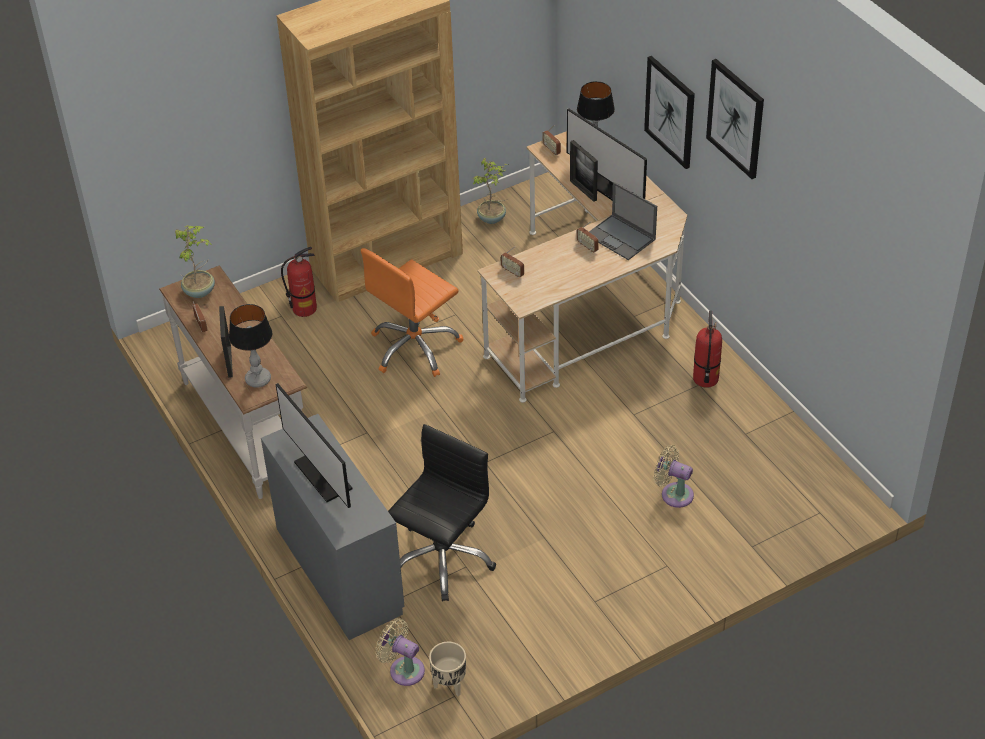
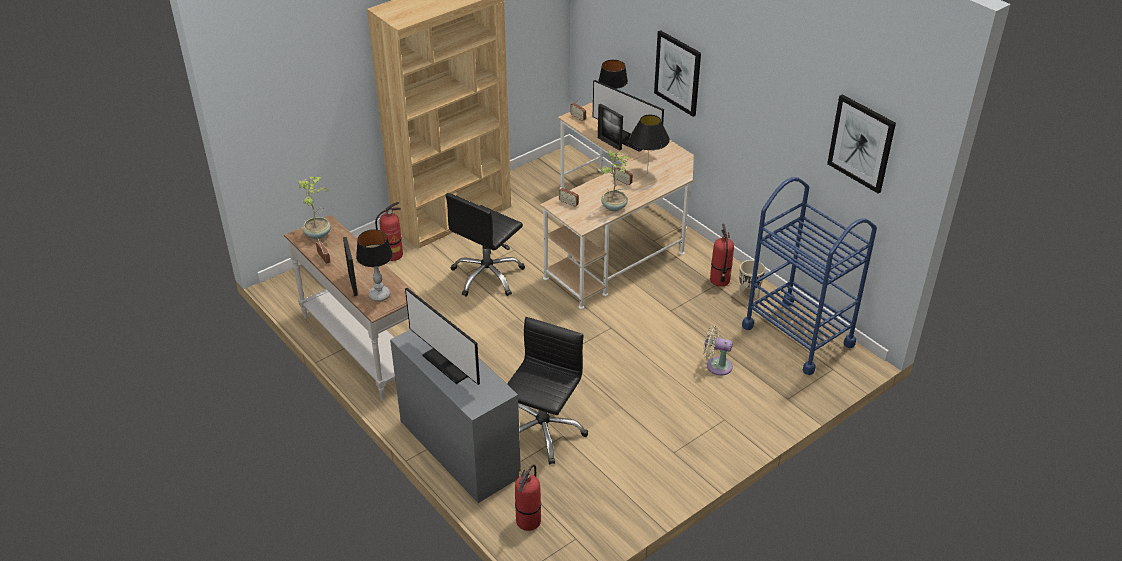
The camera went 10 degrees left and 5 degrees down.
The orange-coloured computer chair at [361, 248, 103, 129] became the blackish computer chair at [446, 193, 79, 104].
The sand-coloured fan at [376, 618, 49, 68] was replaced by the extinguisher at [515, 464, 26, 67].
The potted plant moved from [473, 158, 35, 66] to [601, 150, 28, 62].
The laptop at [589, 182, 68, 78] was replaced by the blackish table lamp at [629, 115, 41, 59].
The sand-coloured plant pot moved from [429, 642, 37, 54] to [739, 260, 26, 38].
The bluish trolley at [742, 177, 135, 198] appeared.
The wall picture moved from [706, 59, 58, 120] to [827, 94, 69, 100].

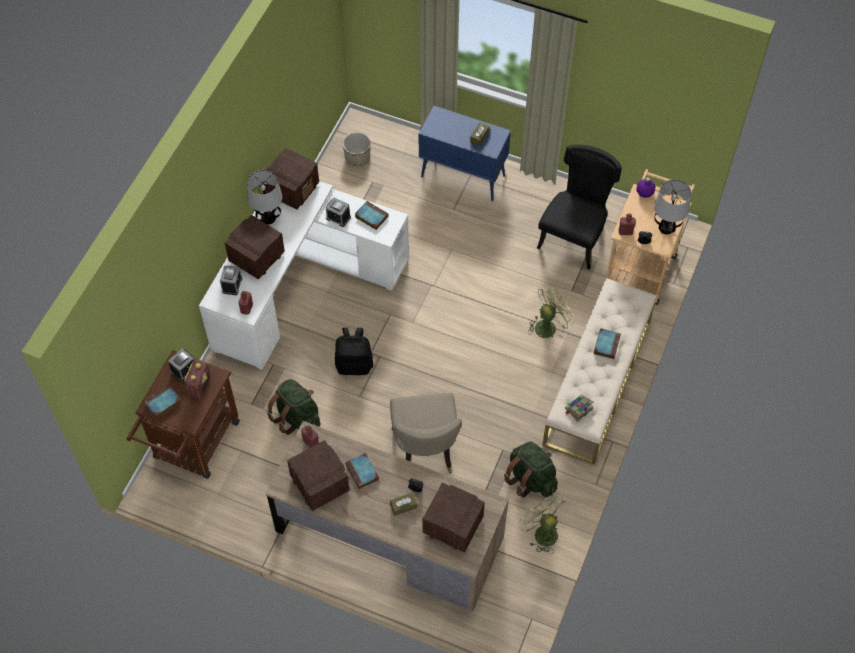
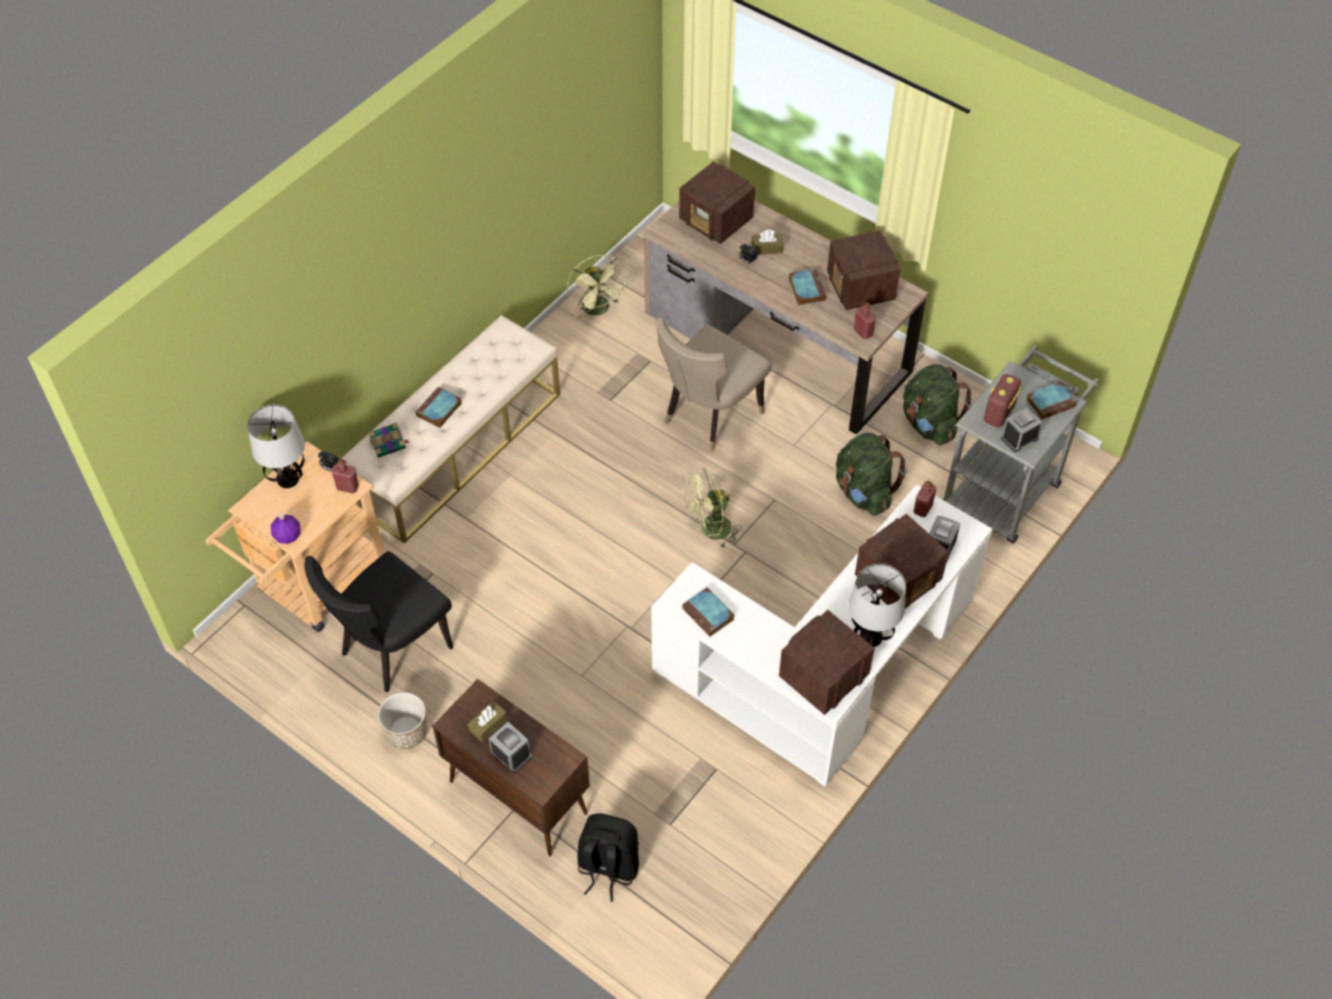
The camera went 165 degrees left and 5 degrees down.
The book moved from [565, 395, 29, 26] to [368, 422, 41, 36].
The plant pot moved from [343, 132, 28, 34] to [378, 692, 49, 57].
The bluish cabinet at [419, 106, 92, 95] became the brownish cabinet at [432, 679, 158, 177].
The bedside clock moved from [326, 198, 25, 29] to [489, 722, 43, 51].
The blackish rucksack moved from [335, 328, 38, 47] to [577, 813, 62, 89].
The sand-coloured chair at [390, 393, 72, 81] turned 150 degrees counterclockwise.
The green fan moved from [528, 285, 46, 54] to [683, 468, 59, 79].
The green rucksack moved from [504, 441, 54, 57] to [903, 364, 70, 81].
The brownish trolley at [127, 350, 112, 129] became the greyish trolley at [943, 346, 156, 198].

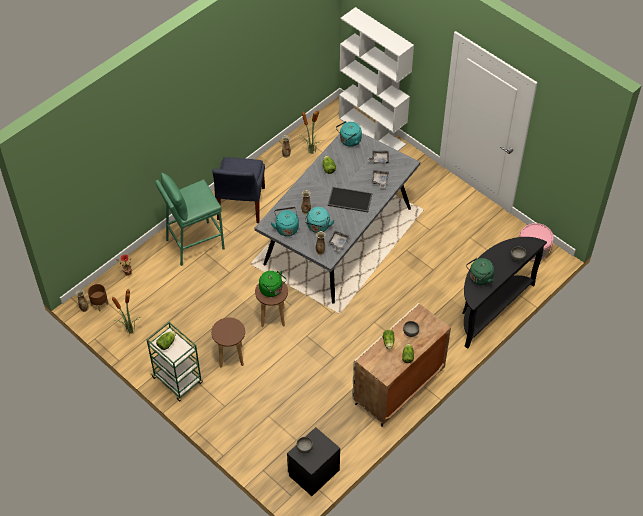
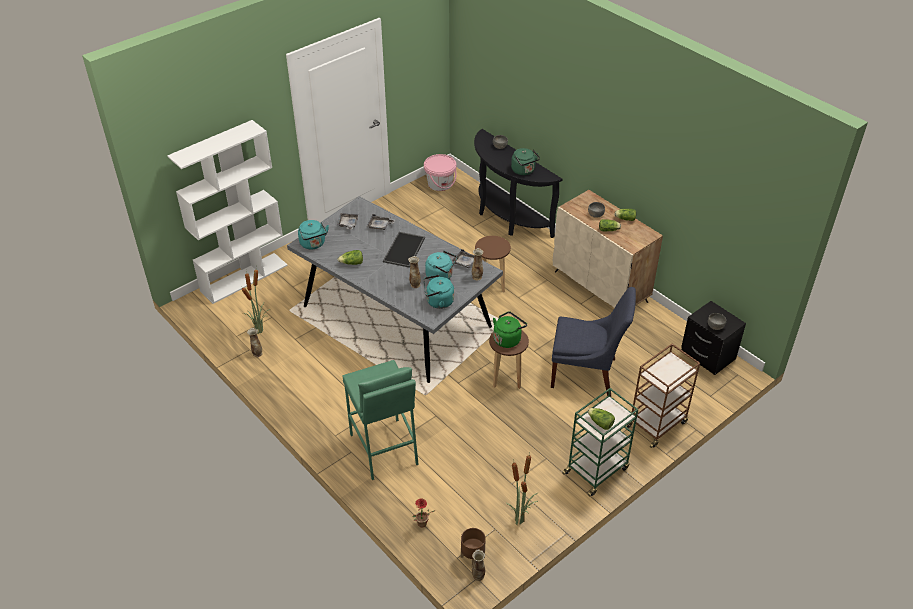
The camera went 85 degrees left and 10 degrees down.
The brownish stool seat moved from [211, 317, 34, 51] to [475, 236, 36, 57].
The bluish chair moved from [212, 157, 53, 66] to [551, 287, 85, 109].
The brownish trolley at [626, 344, 74, 104] appeared.

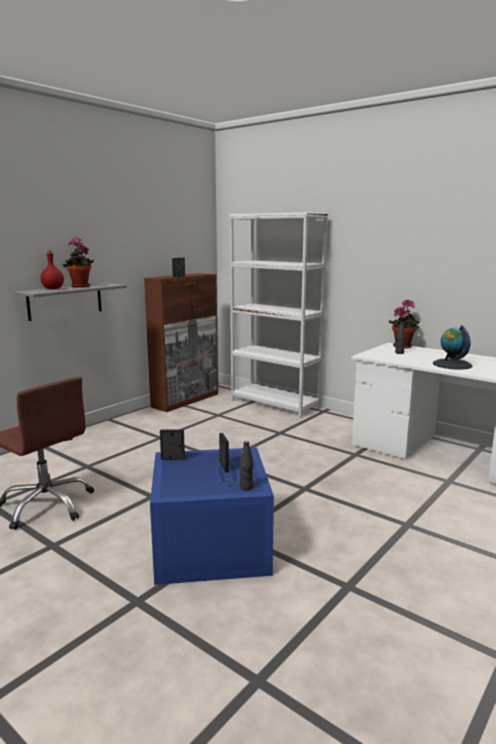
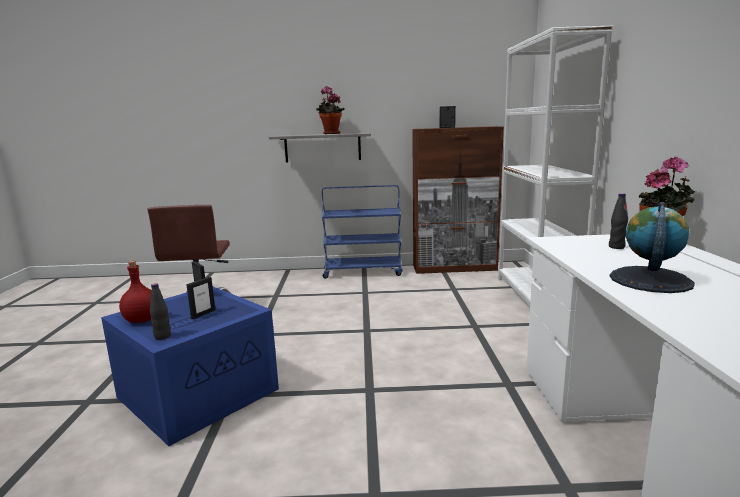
The camera went 50 degrees right and 0 degrees up.
The reddish beverage bottle moved from [40, 250, 24, 39] to [119, 261, 33, 62].
The bluish trolley at [322, 185, 81, 94] appeared.

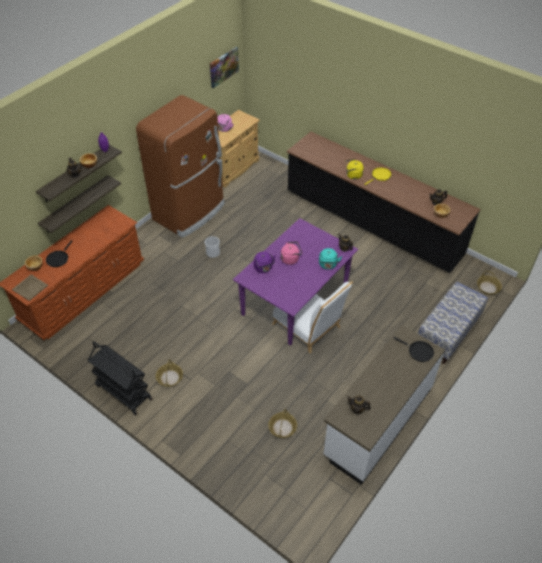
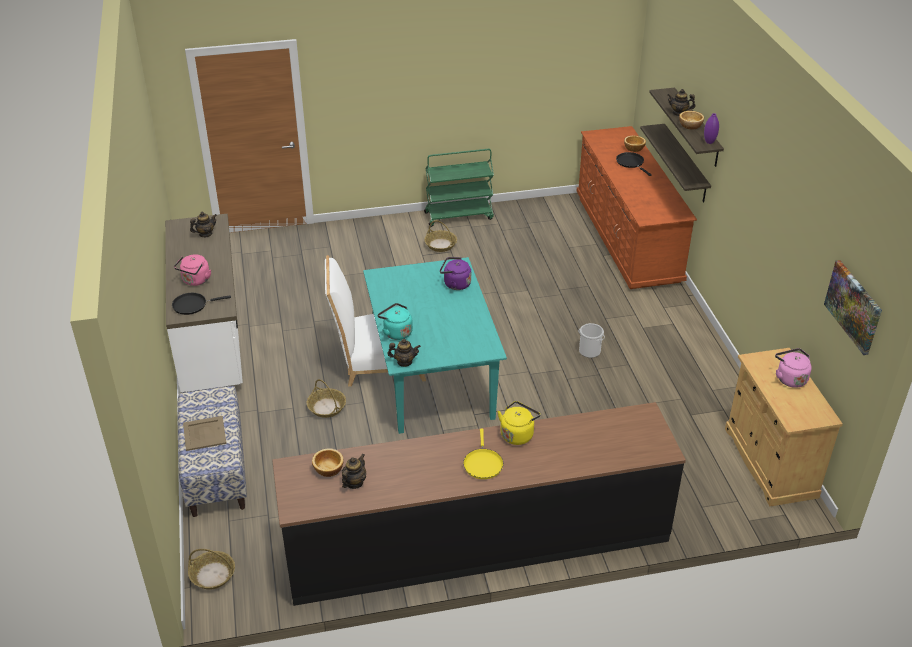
The camera went 130 degrees right and 10 degrees down.
The pink-coloured tea kettle moved from [281, 242, 21, 23] to [174, 254, 37, 32].
The sand-coloured carrying tray moved from [12, 275, 36, 26] to [183, 416, 44, 35].
The storage basket moved from [268, 409, 29, 29] to [307, 379, 39, 39].
The purplish dinner table at [233, 218, 125, 128] became the turquoise dinner table at [363, 257, 144, 177].
The blackish trolley at [88, 341, 64, 74] became the green trolley at [424, 149, 70, 78].
The brownish refrigerator at [136, 95, 89, 143] disappeared.

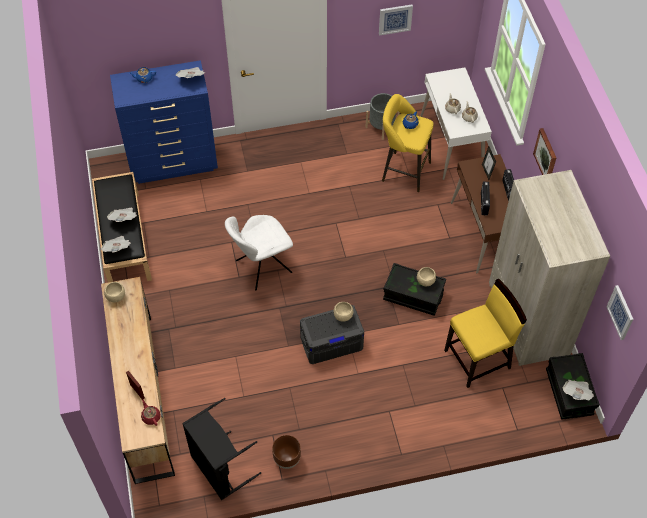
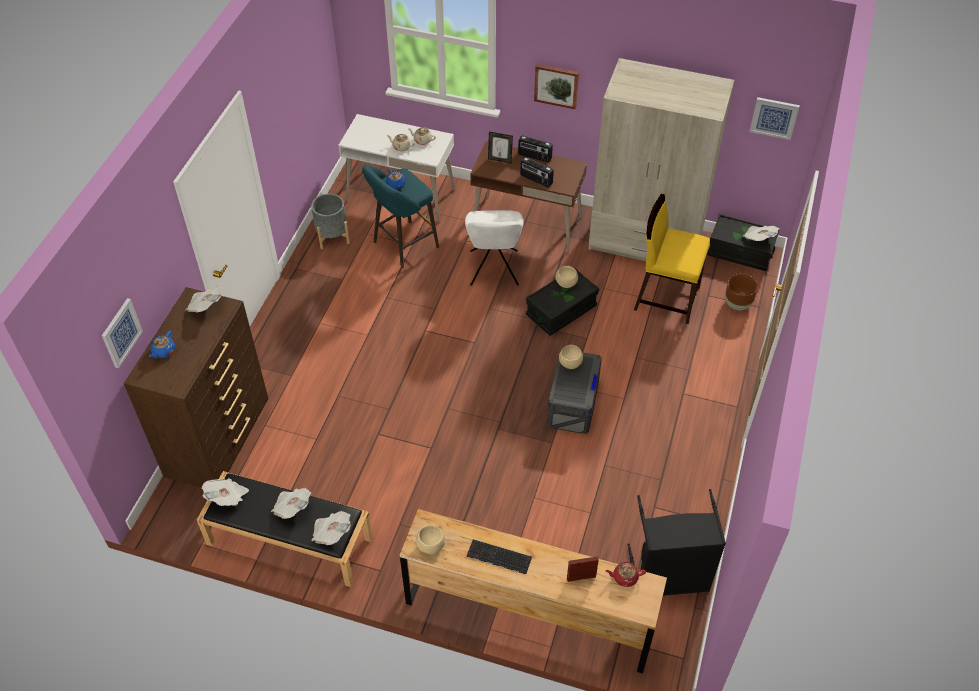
The camera went 60 degrees left and 5 degrees down.
The wall picture moved from [379, 4, 34, 32] to [102, 298, 41, 70].
The bluish chest of drawers at [110, 60, 108, 124] became the brownish chest of drawers at [124, 287, 144, 201].
The printed paper at [202, 478, 47, 28] appeared.
The yellowish stool seat at [382, 94, 51, 98] became the turquoise stool seat at [362, 164, 77, 105].
The white chair moved from [225, 215, 68, 75] to [465, 210, 59, 76].
The computer keyboard at [466, 539, 66, 35] appeared.
The yellowish chair at [444, 279, 83, 109] turned 75 degrees counterclockwise.
The brownish plant pot moved from [272, 435, 29, 34] to [725, 274, 33, 36].

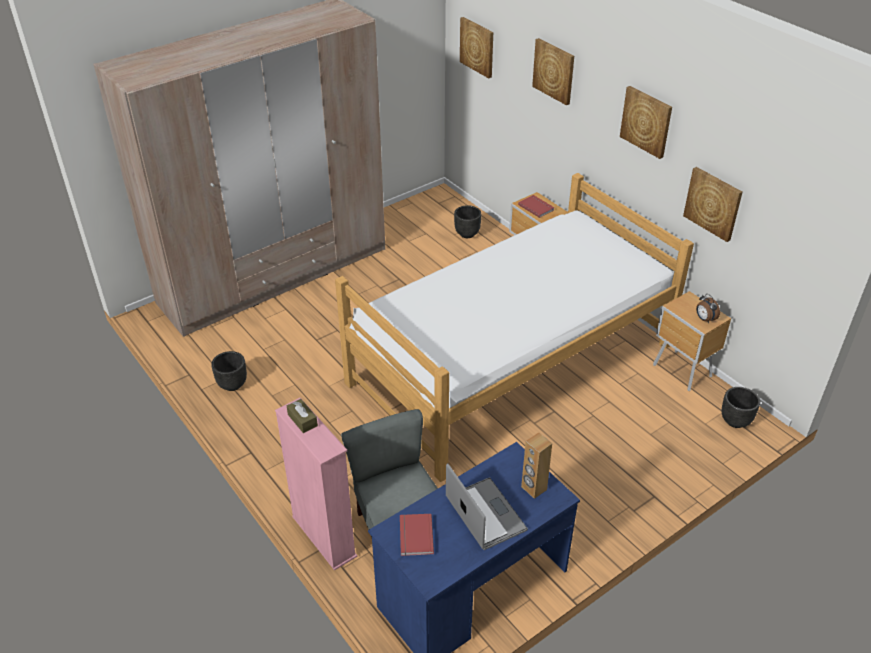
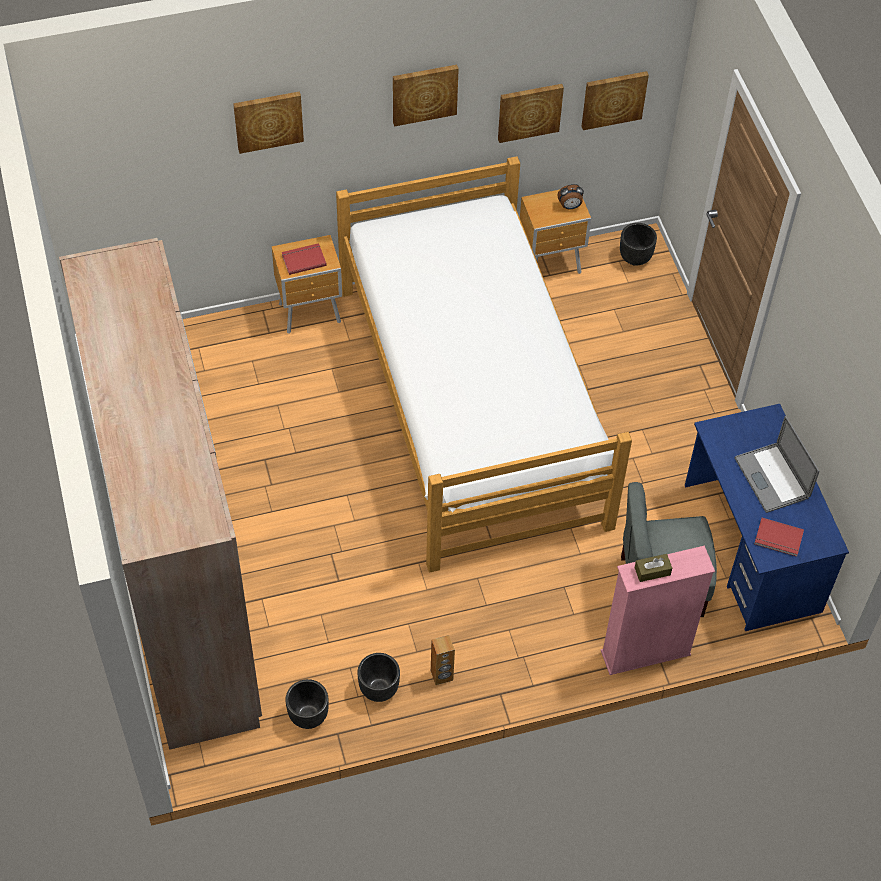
The camera went 70 degrees left and 15 degrees up.
The blackish plant pot moved from [454, 205, 27, 33] to [285, 679, 44, 50].
The brownish loudspeaker moved from [521, 433, 31, 66] to [431, 635, 24, 50].
The wall picture moved from [460, 17, 33, 61] to [581, 71, 68, 59].
The laptop at [446, 463, 82, 87] turned 105 degrees counterclockwise.

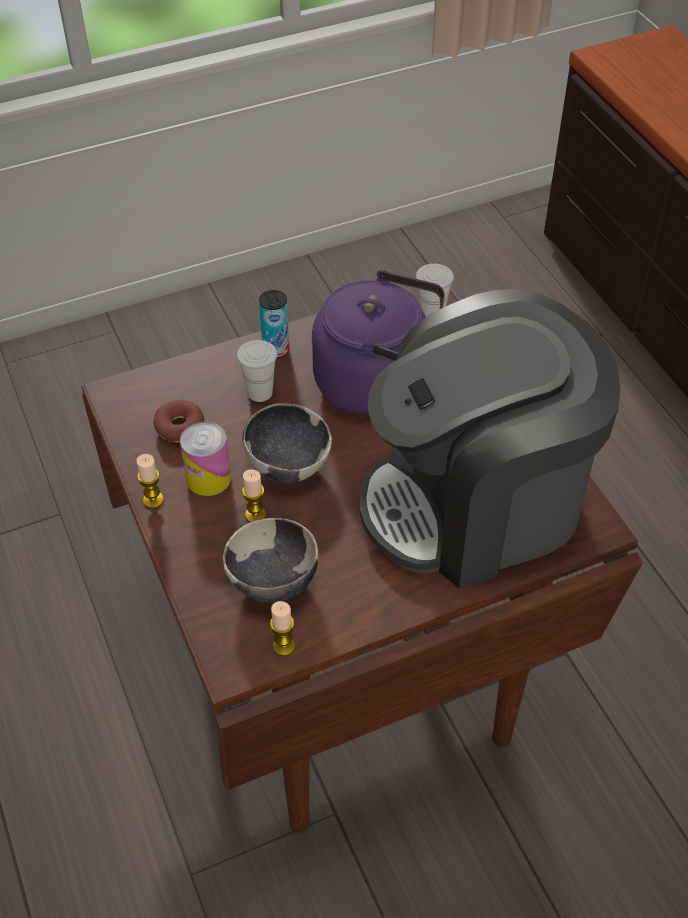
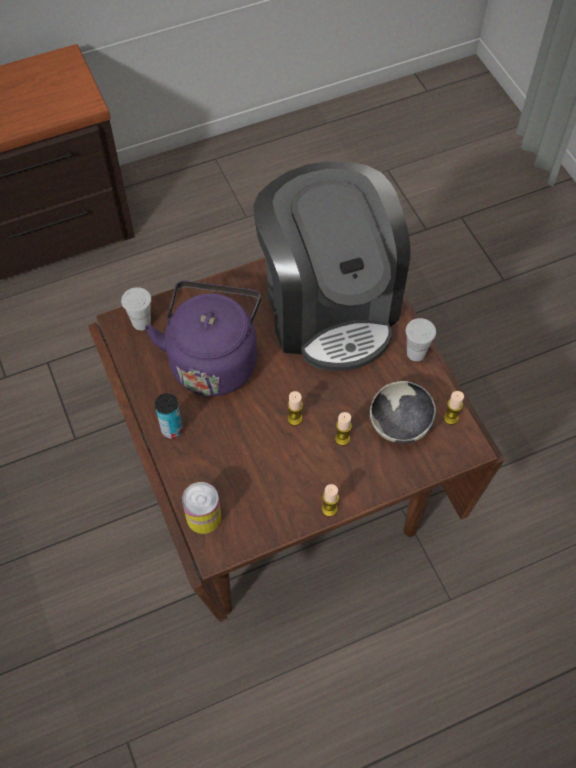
The camera went 90 degrees left and 10 degrees up.
The can moved from [180, 422, 51, 74] to [182, 482, 39, 52].
The deep dish at [242, 403, 90, 80] was replaced by the candle at [287, 391, 16, 35].
The white small cup moved from [237, 340, 40, 62] to [406, 318, 30, 43].
The donut at [154, 400, 50, 43] disappeared.

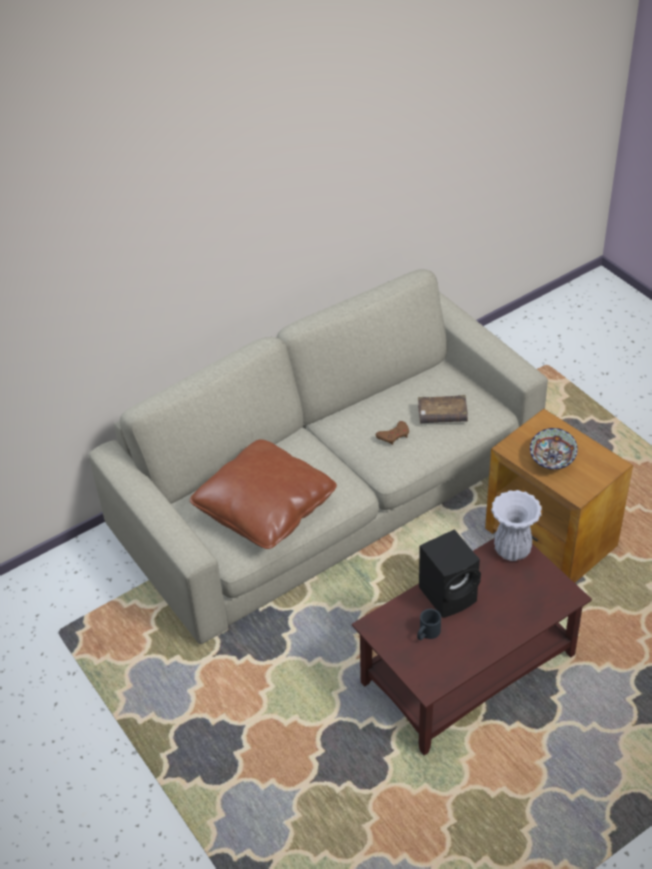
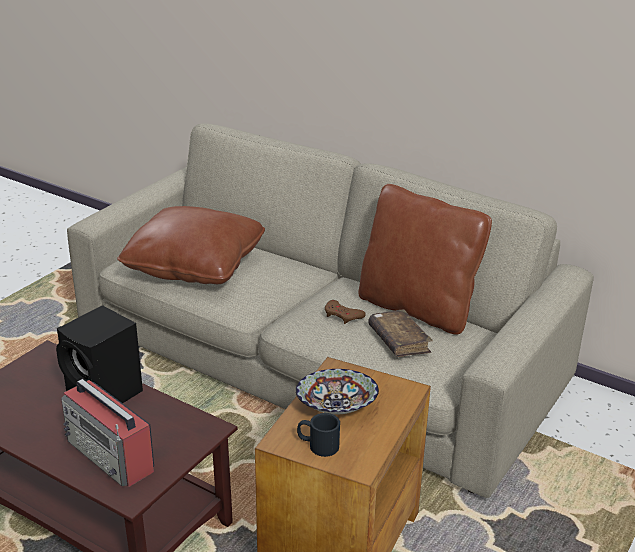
The camera went 65 degrees right and 15 degrees down.
The radio set at [61, 379, 93, 108] appeared.
The blackish mug moved from [417, 609, 24, 31] to [297, 413, 43, 44].
The brownish throw pillow at [358, 184, 134, 151] appeared.
The white vase at [491, 490, 51, 71] disappeared.

